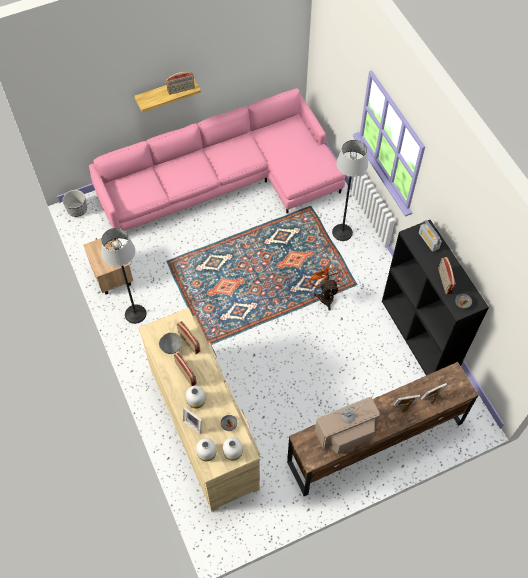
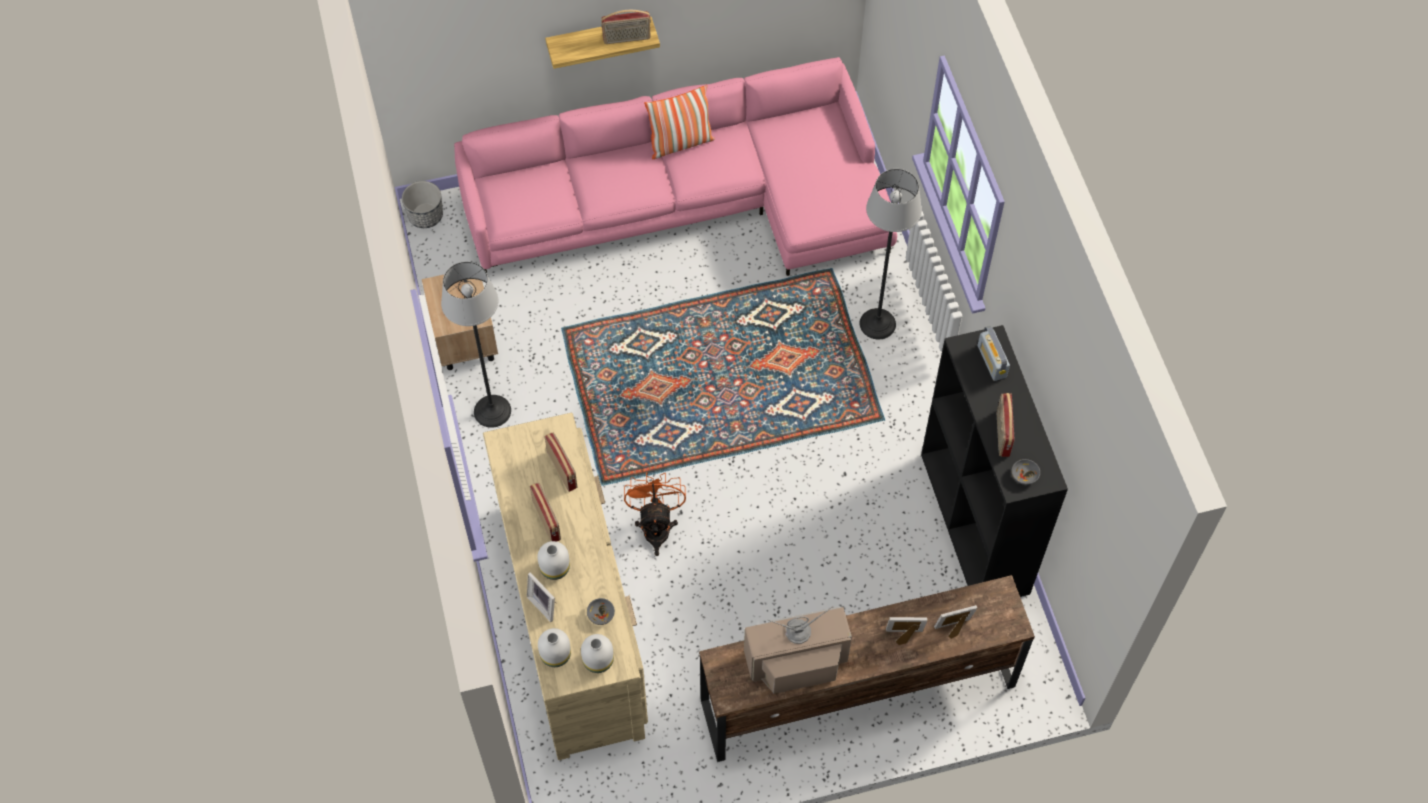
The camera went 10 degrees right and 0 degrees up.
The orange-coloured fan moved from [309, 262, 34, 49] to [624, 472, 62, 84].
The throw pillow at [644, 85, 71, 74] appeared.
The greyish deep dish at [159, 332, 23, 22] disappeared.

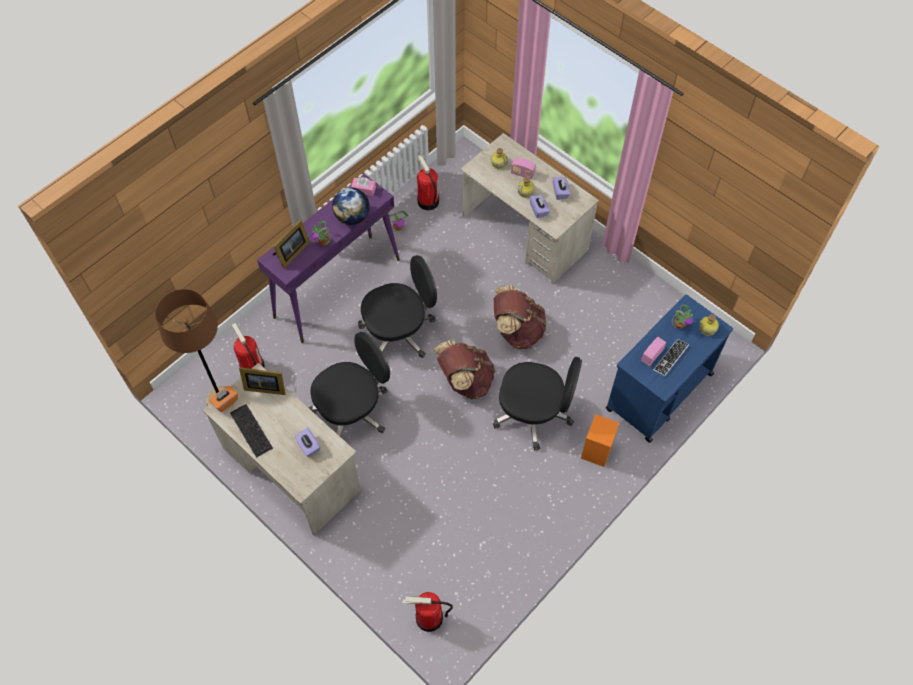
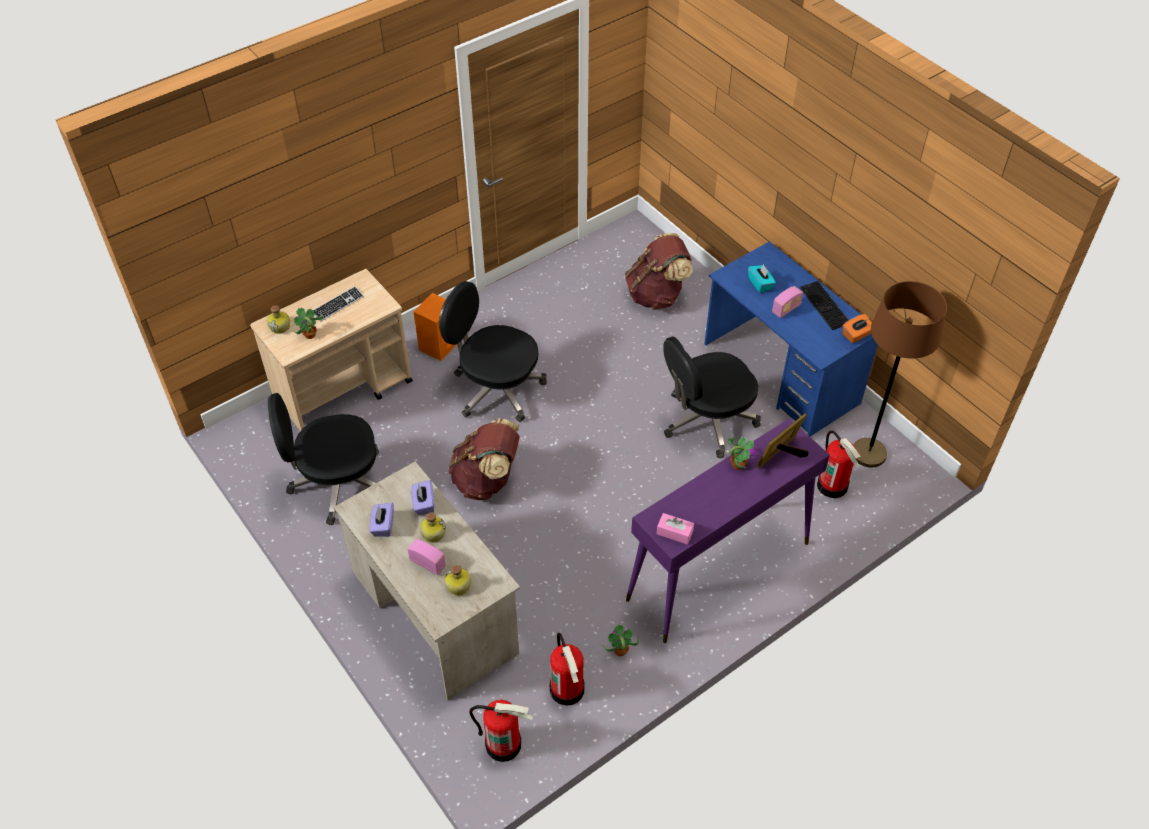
The camera went 170 degrees left and 10 degrees down.
The bluish trolley at [606, 294, 127, 149] became the sand-coloured trolley at [250, 269, 163, 162].
The blackish computer chair moved from [358, 255, 79, 103] to [268, 393, 111, 132].
The extinguisher moved from [402, 592, 51, 40] to [469, 700, 64, 62].
The brownish rucksack moved from [435, 340, 61, 59] to [625, 233, 68, 77].
The sand-coloured desk at [203, 363, 158, 172] became the bluish desk at [704, 241, 174, 196].
The purplish box of tissues at [295, 428, 25, 29] became the turquoise box of tissues at [748, 264, 28, 29].
The radio set moved from [641, 337, 25, 29] to [772, 286, 31, 32].
The photo frame at [239, 367, 46, 28] disappeared.
The globe at [332, 188, 38, 37] disappeared.

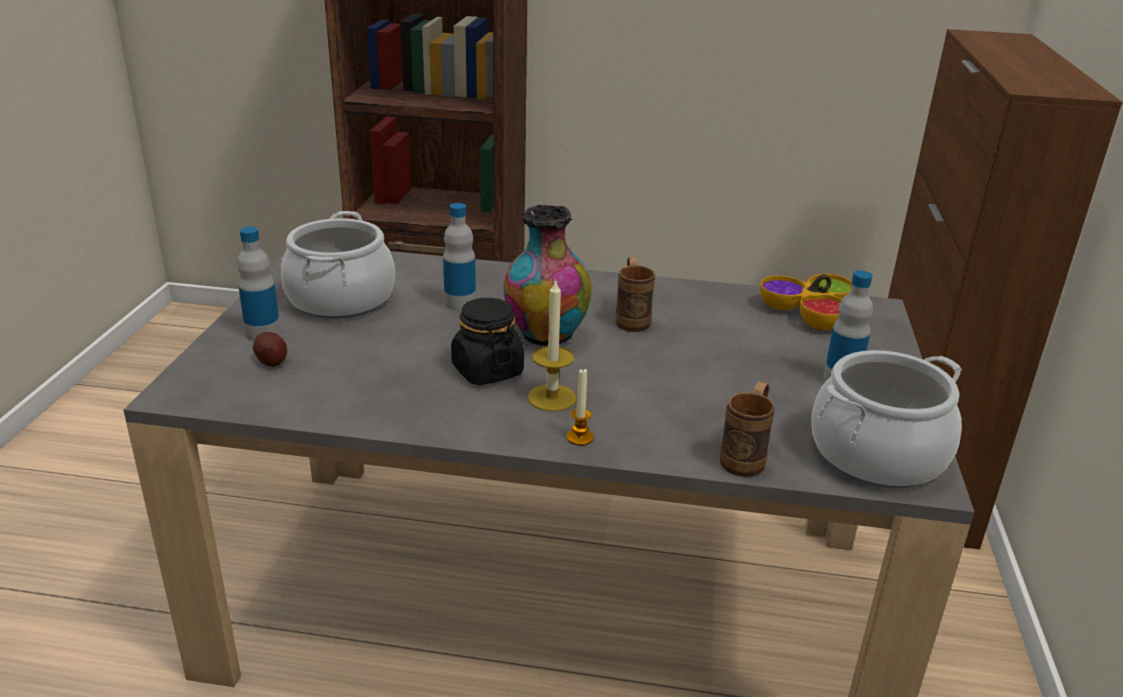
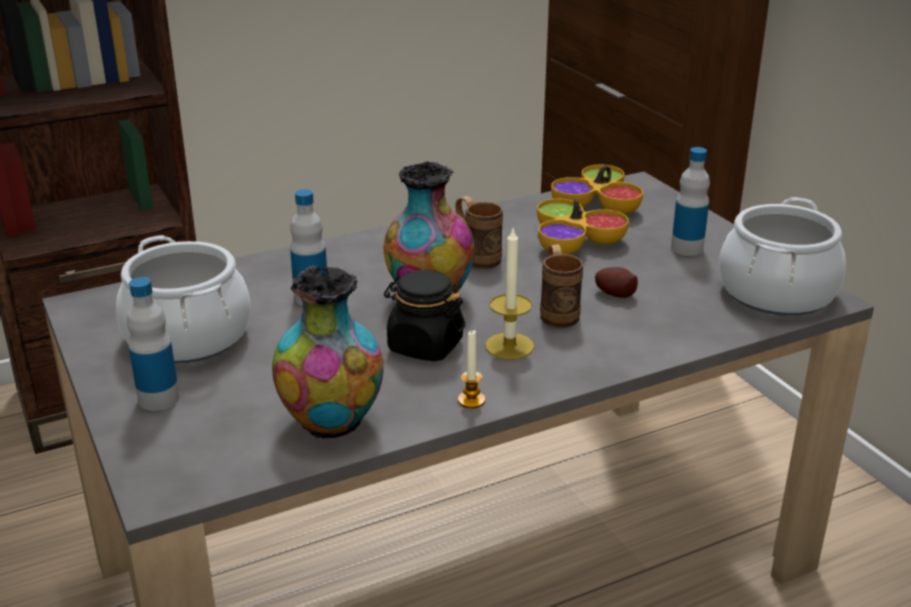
The camera went 35 degrees left and 0 degrees up.
The vase at [272, 265, 111, 174] appeared.
The candle moved from [566, 369, 28, 77] to [458, 330, 27, 78].
The deep dish at [537, 199, 92, 56] appeared.
The brownish mug moved from [720, 381, 55, 96] to [540, 244, 43, 84].
The potato moved from [253, 332, 34, 35] to [595, 267, 43, 31].

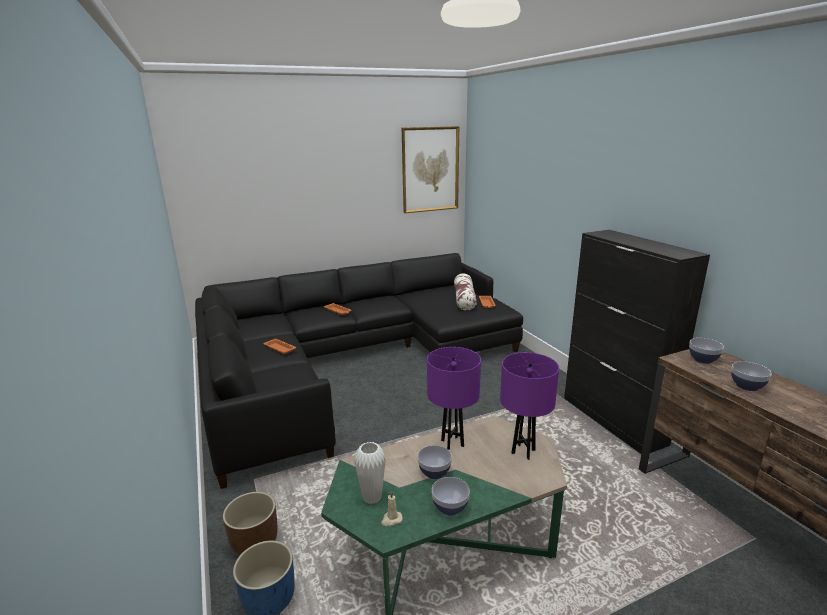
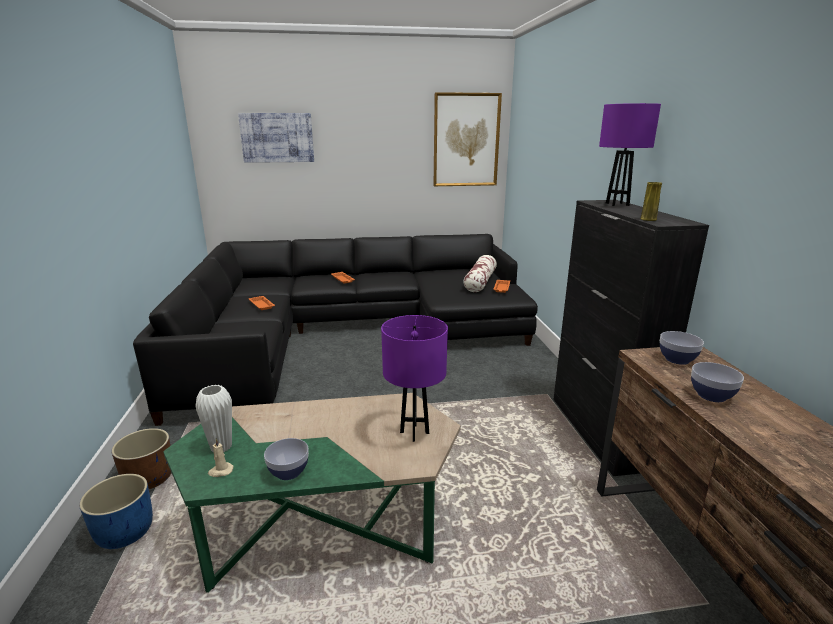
The camera went 15 degrees right and 0 degrees up.
The wall picture at [238, 113, 76, 50] appeared.
The purplish table lamp moved from [427, 347, 54, 103] to [599, 103, 62, 103].
The yellowish vase at [640, 182, 22, 39] appeared.
The deep dish at [418, 445, 34, 34] disappeared.

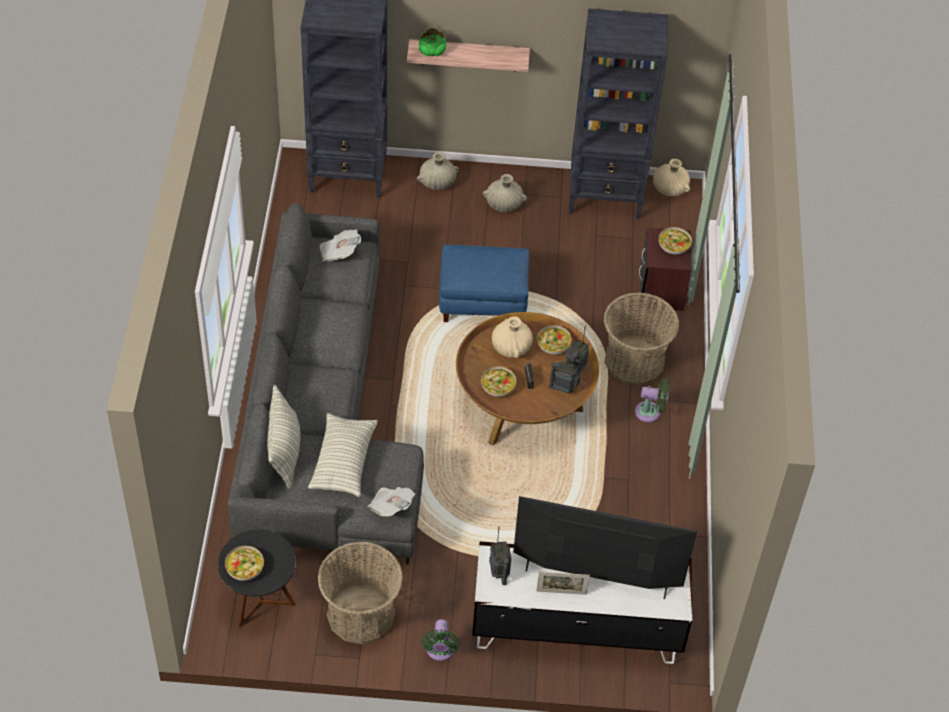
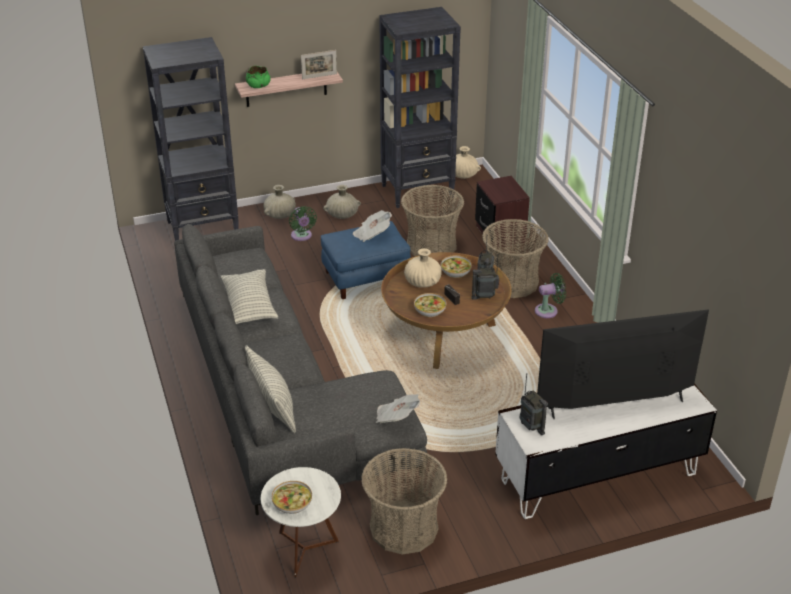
The camera went 20 degrees left and 15 degrees down.
The throw pillow moved from [308, 413, 70, 84] to [221, 269, 57, 55].
The blackish end table at [218, 530, 78, 97] became the white end table at [261, 467, 80, 110].
The green fan moved from [421, 619, 39, 42] to [289, 206, 28, 35].
The photo frame moved from [536, 572, 54, 23] to [301, 50, 36, 29].
The printed paper moved from [320, 229, 41, 32] to [353, 210, 39, 32].
The storage basket at [401, 185, 63, 71] appeared.
The deep dish at [659, 227, 33, 27] disappeared.

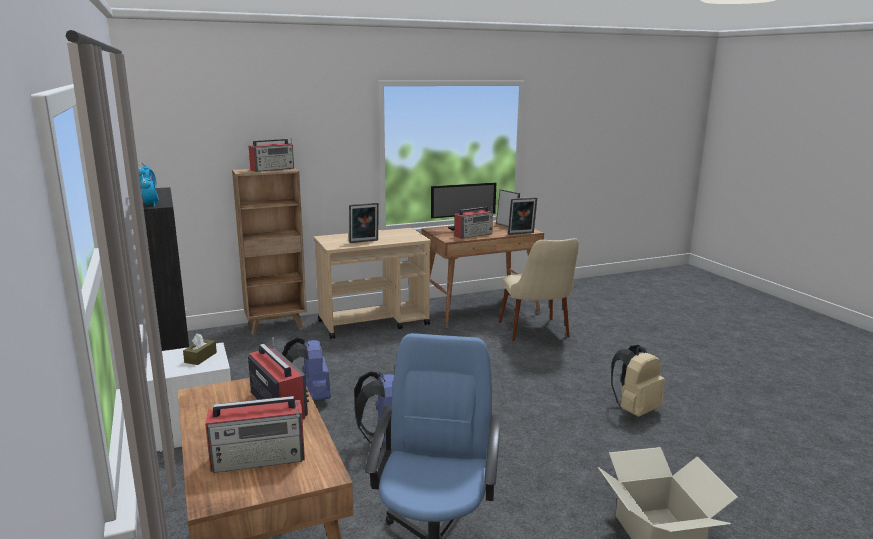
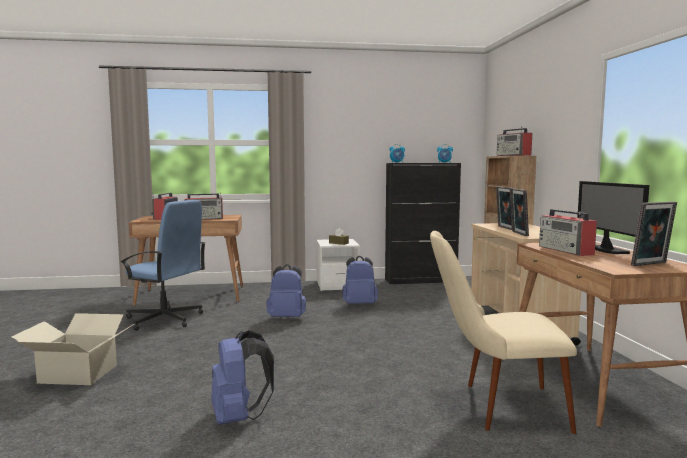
The camera went 105 degrees right and 10 degrees down.
The sand-coloured rucksack at [611, 345, 54, 72] became the bluish rucksack at [211, 330, 63, 95].
The photo frame moved from [508, 197, 29, 38] to [510, 189, 19, 47].

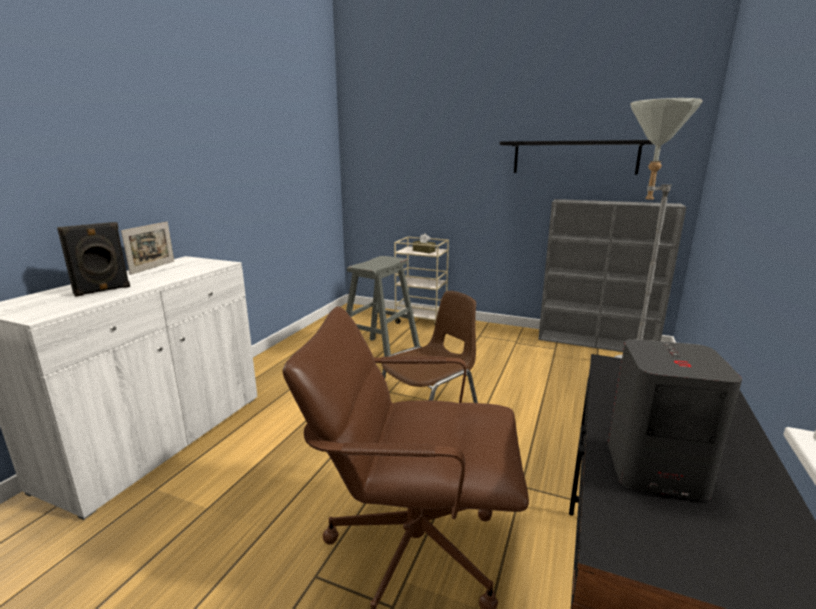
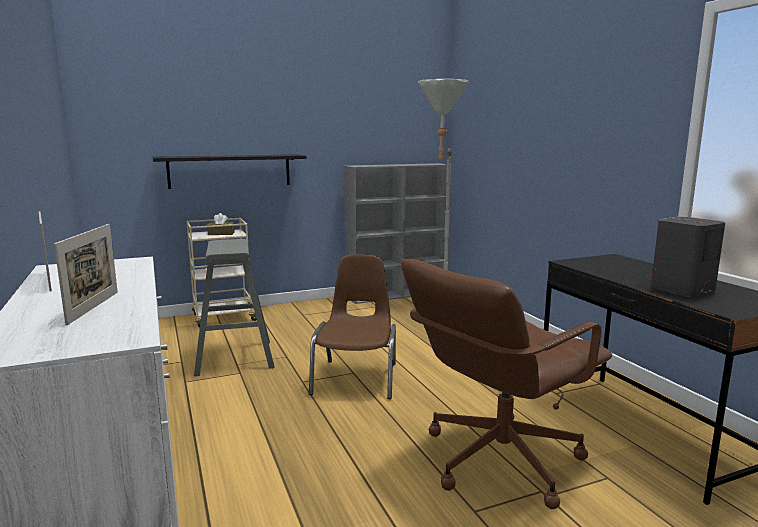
The camera went 45 degrees left and 5 degrees down.
The blackish loudspeaker at [57, 222, 73, 75] was replaced by the photo frame at [54, 224, 64, 101].
The blackish wall shelf moved from [500, 140, 153, 35] to [152, 154, 154, 35].

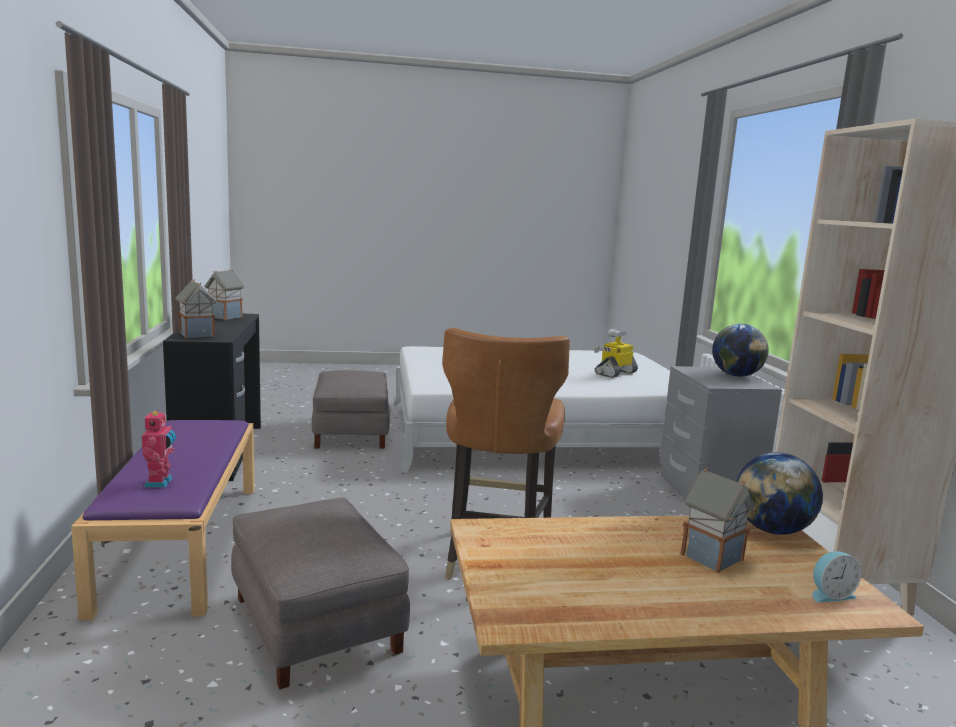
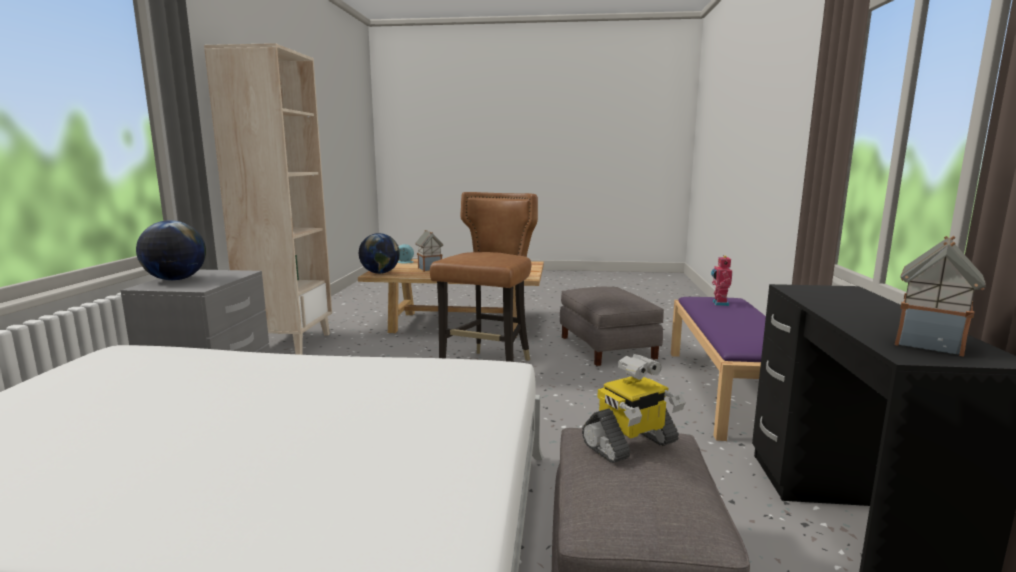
The camera went 165 degrees left and 0 degrees up.
The robot figure moved from [594, 329, 44, 49] to [582, 354, 104, 109].
The model house at [176, 280, 41, 59] disappeared.

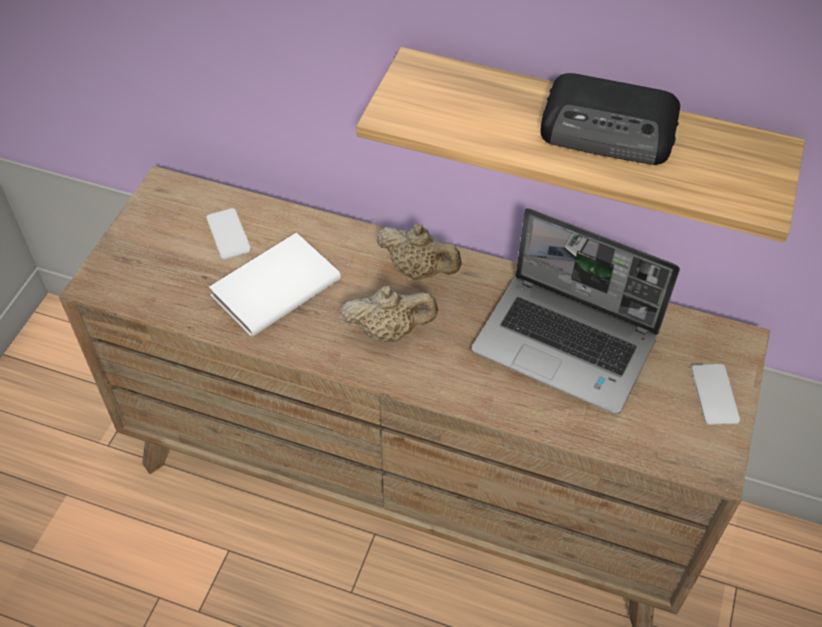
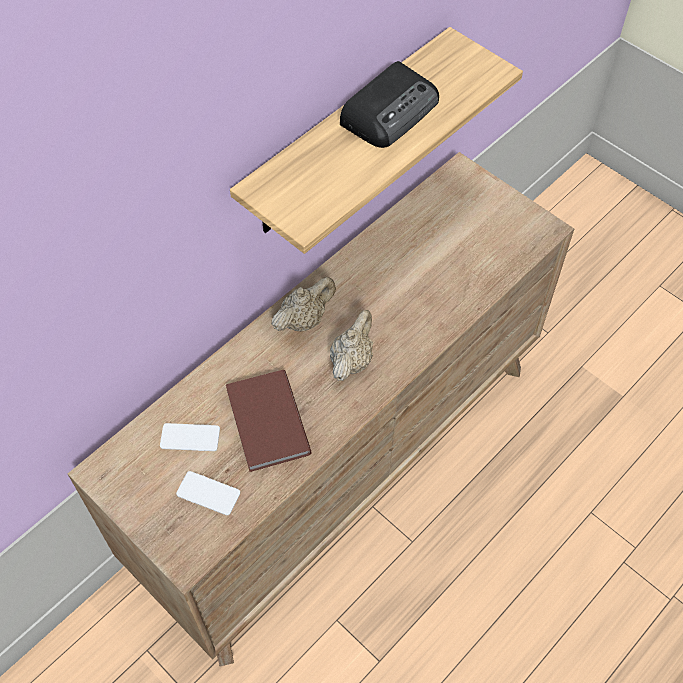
The camera went 65 degrees left and 5 degrees up.
The phone moved from [692, 364, 48, 61] to [176, 471, 64, 44].
The white book at [209, 232, 132, 105] became the brownish book at [226, 370, 86, 102].
The laptop at [472, 208, 208, 206] disappeared.

